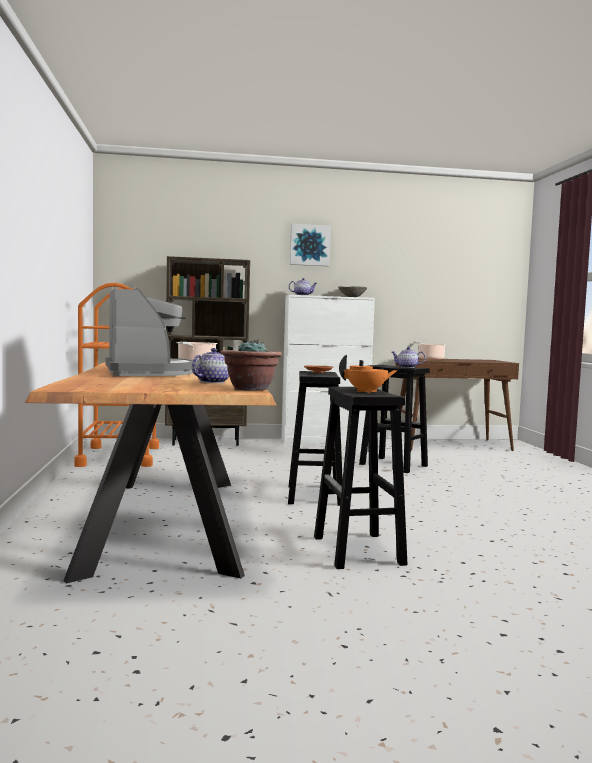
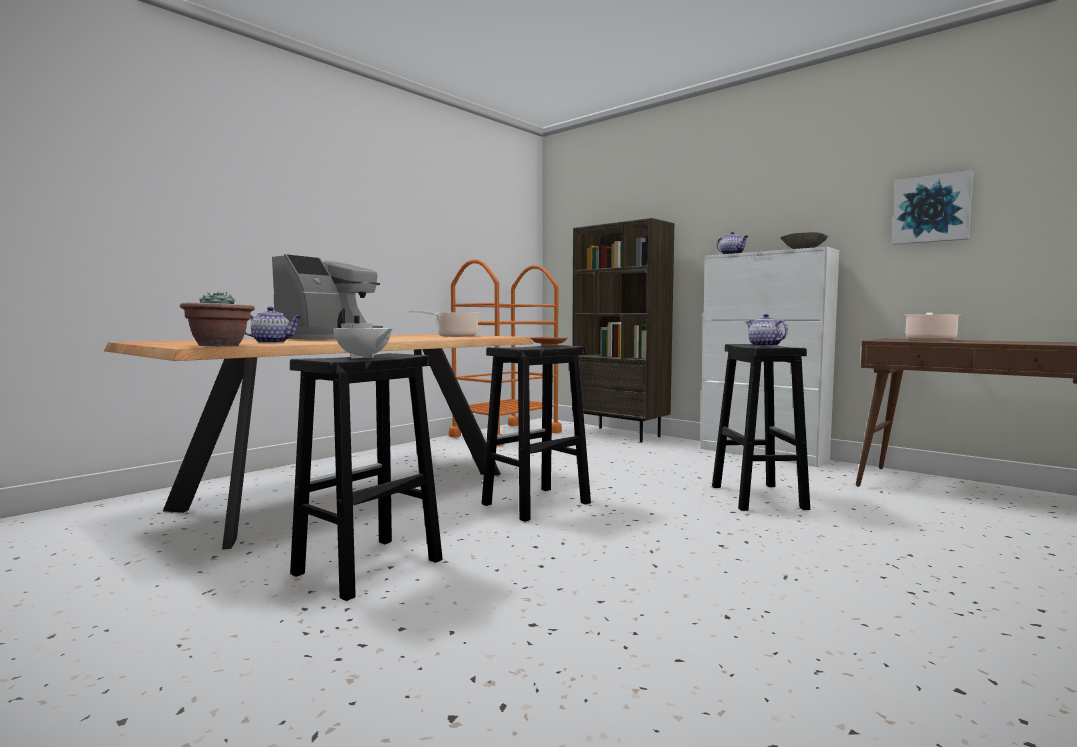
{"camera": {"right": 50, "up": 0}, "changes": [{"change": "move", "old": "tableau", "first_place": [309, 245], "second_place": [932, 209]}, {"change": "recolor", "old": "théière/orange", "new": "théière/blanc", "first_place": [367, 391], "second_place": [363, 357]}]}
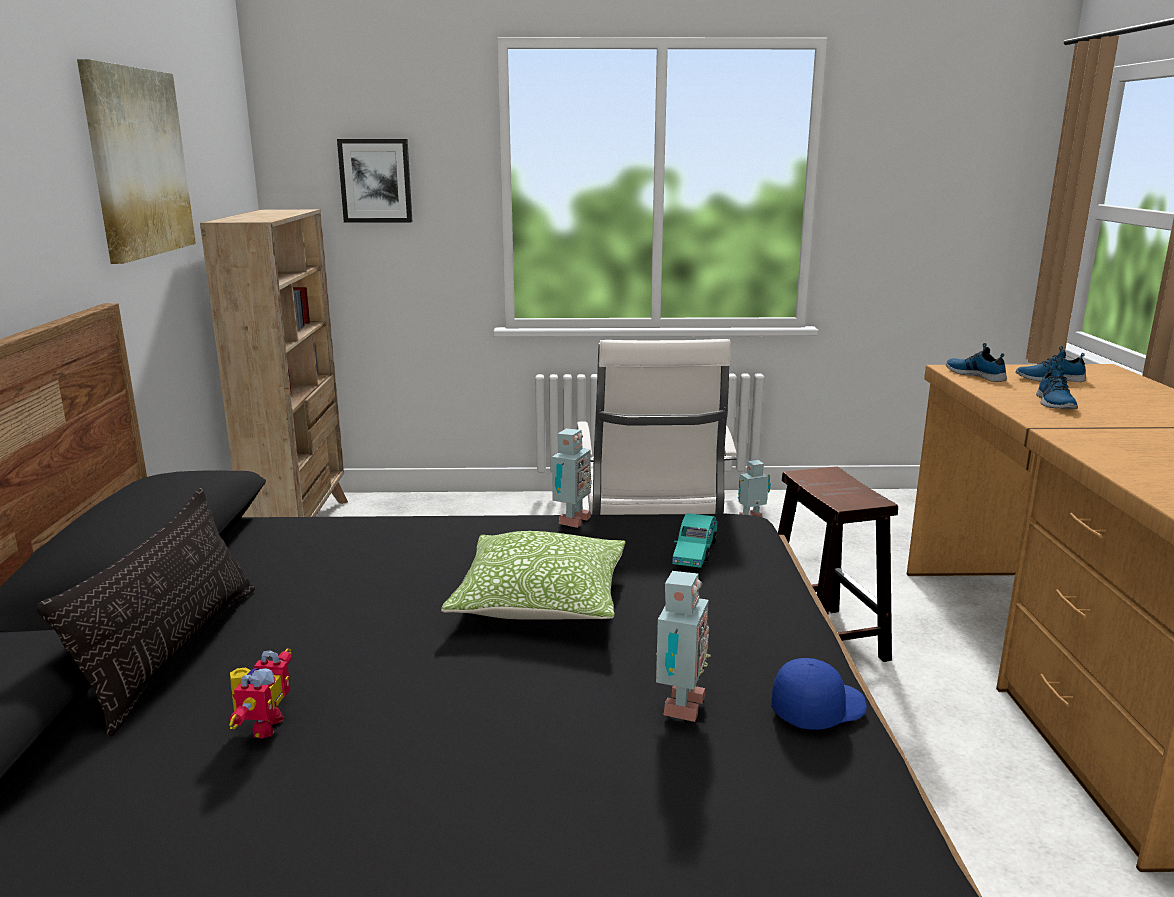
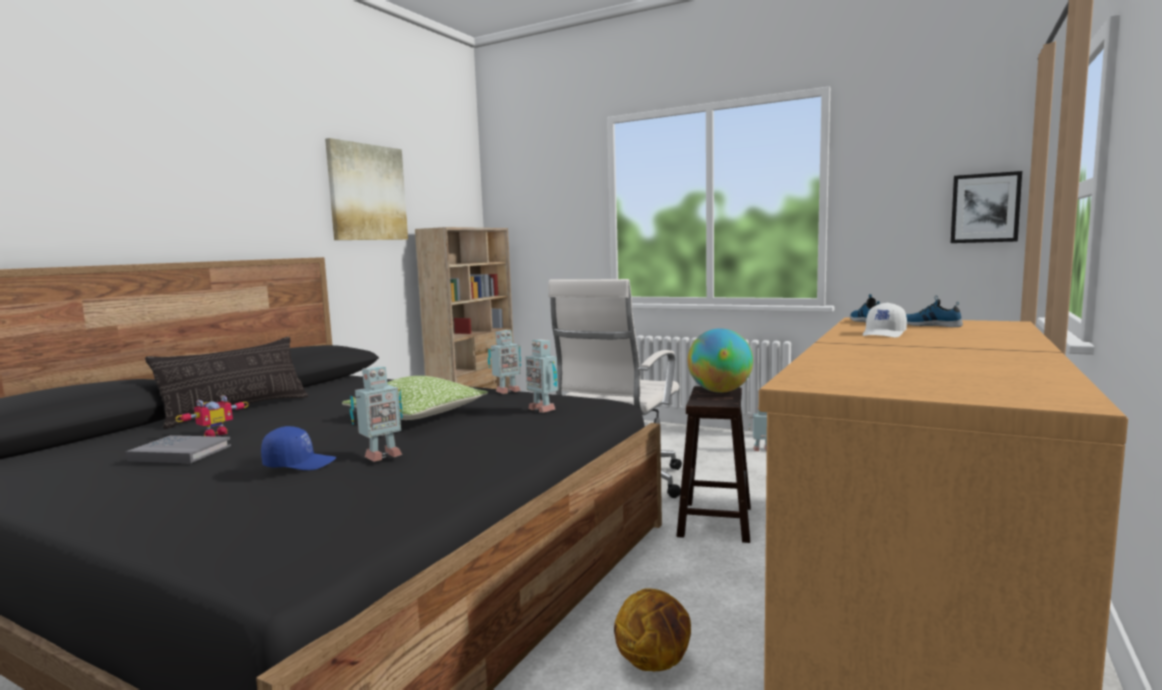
{"camera": {"right": 30, "up": -10}, "changes": [{"change": "move", "old": "tableau", "first_place": [375, 181], "second_place": [985, 208]}, {"change": "replace", "old": "chaussure", "new": "casquette/blanc", "first_place": [1054, 403], "second_place": [884, 334]}, {"change": "replace", "old": "petite voiture/turquoise", "new": "robot jouet", "first_place": [695, 552], "second_place": [543, 409]}, {"change": "move", "old": "casquette/bleu", "first_place": [817, 709], "second_place": [300, 463]}, {"change": "insert", "new": "globe", "second_place": [720, 391]}, {"change": "insert", "new": "livre/gris", "second_place": [180, 453]}, {"change": "insert", "new": "ballon de basket", "second_place": [654, 663]}]}
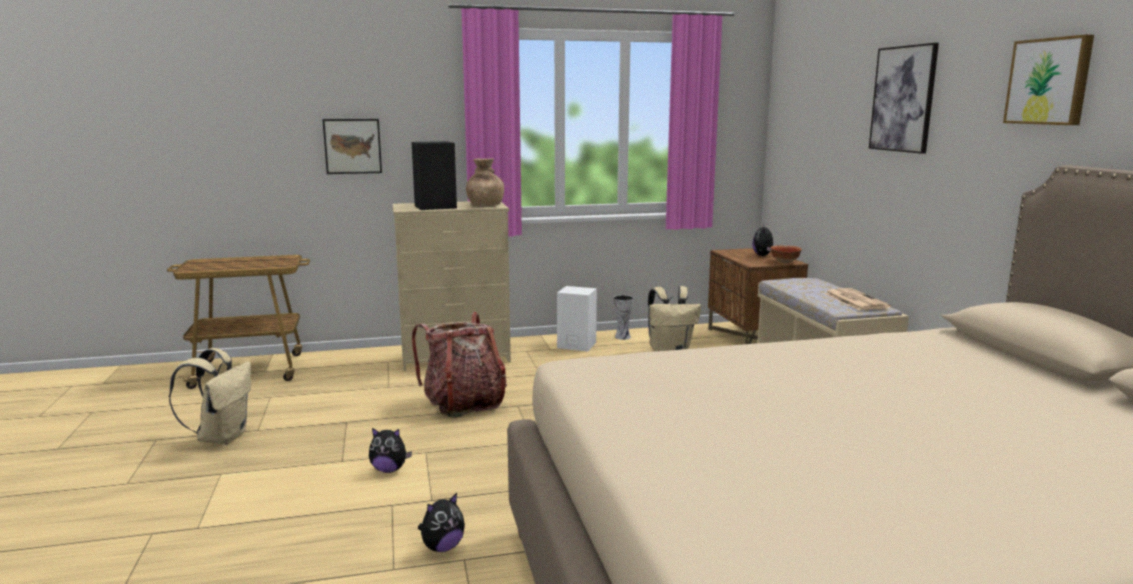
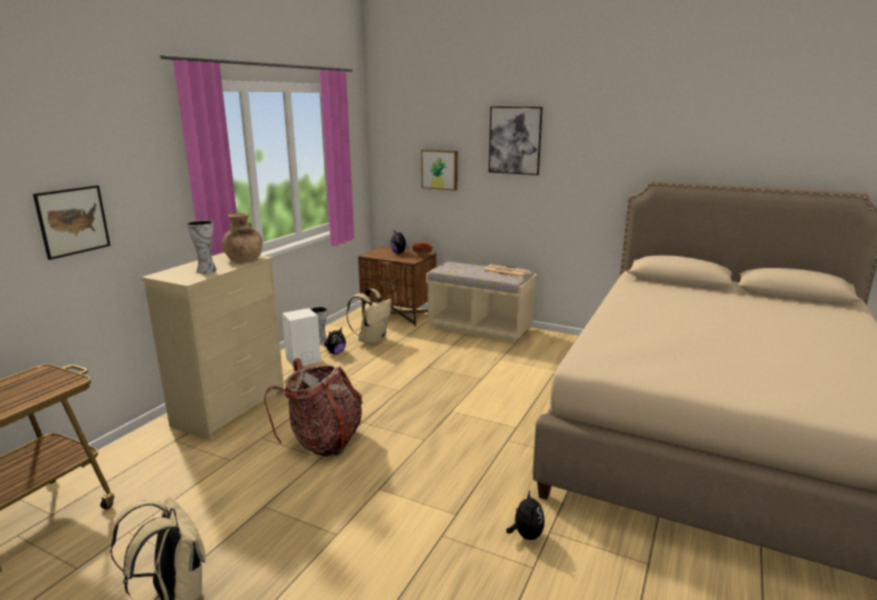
{"camera": {"right": -50, "up": 5}, "changes": [{"change": "move", "old": "tableau", "first_place": [1050, 81], "second_place": [440, 169]}, {"change": "replace", "old": "enceinte/noir", "new": "vase", "first_place": [436, 207], "second_place": [206, 270]}, {"change": "move", "old": "peluche", "first_place": [389, 470], "second_place": [335, 352]}]}
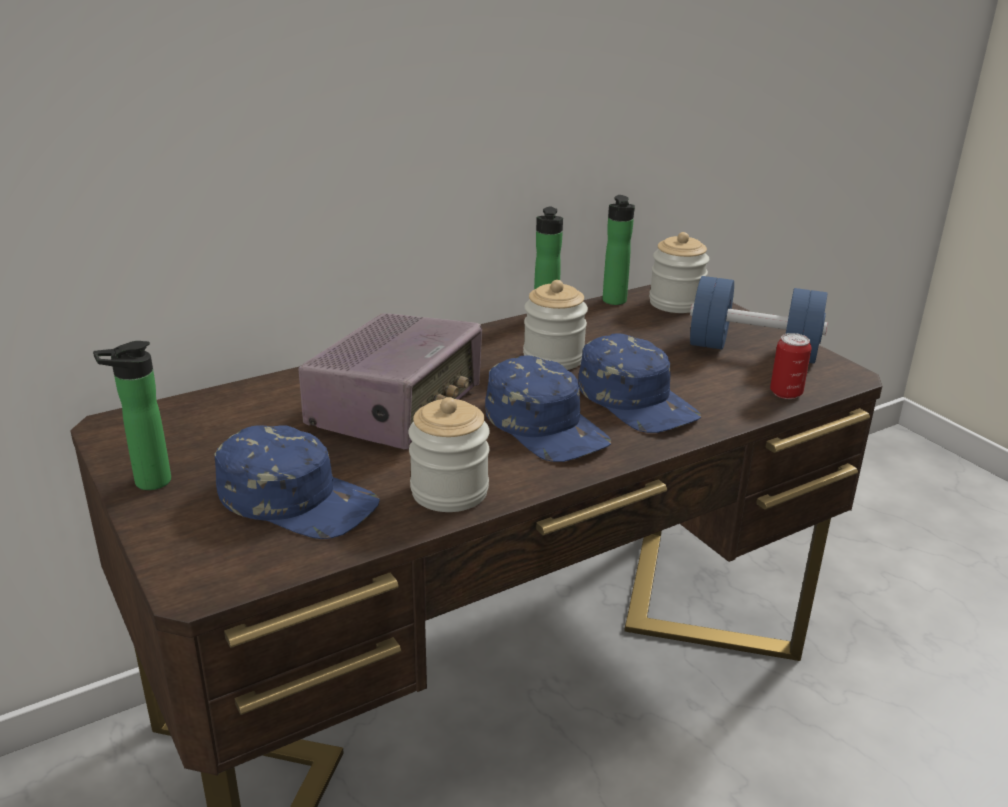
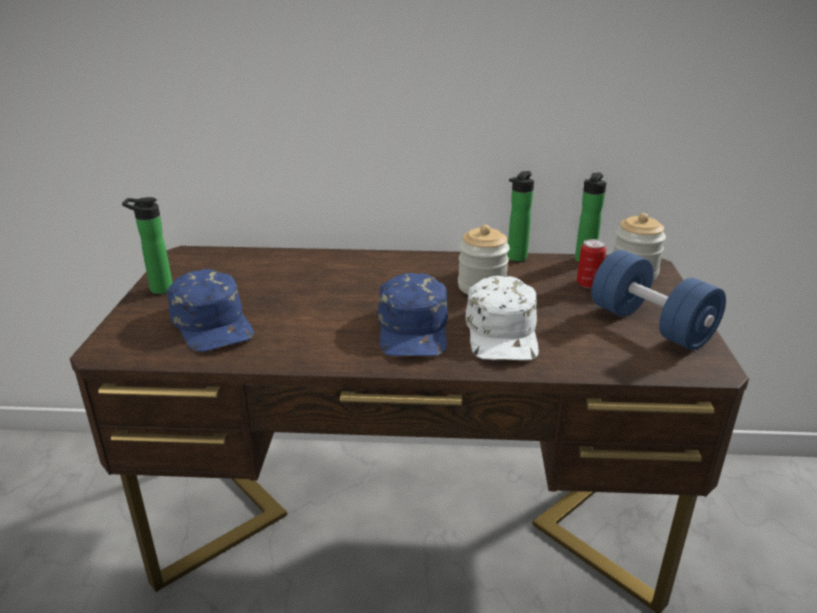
{"camera": {"right": 35, "up": 0}, "changes": [{"change": "delete", "old": "radio", "first_place": [396, 408]}, {"change": "recolor", "old": "casquette/bleu", "new": "casquette/blanc", "first_place": [637, 399], "second_place": [503, 332]}, {"change": "move", "old": "boîte métallique", "first_place": [786, 393], "second_place": [588, 284]}, {"change": "delete", "old": "bocal", "first_place": [449, 491]}]}
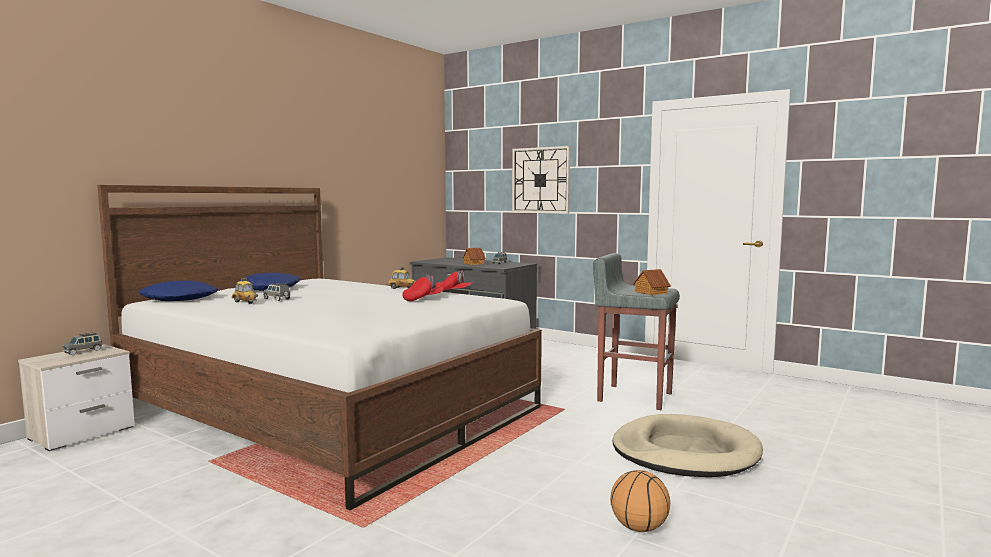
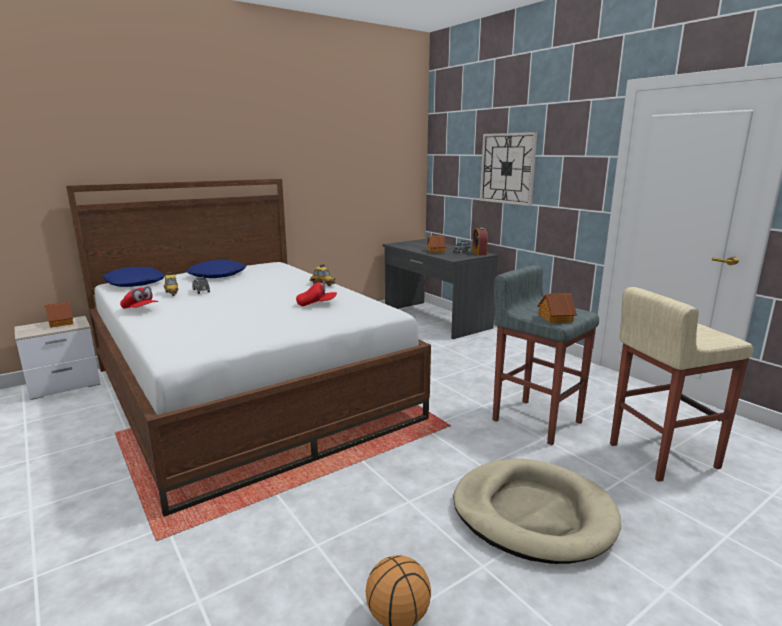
{"camera": {"right": 20, "up": 10}, "changes": [{"change": "move", "old": "casquette/rouge", "first_place": [454, 292], "second_place": [140, 309]}, {"change": "replace", "old": "petite voiture/gris", "new": "maison miniature", "first_place": [83, 351], "second_place": [61, 323]}, {"change": "insert", "new": "réveil", "second_place": [479, 253]}, {"change": "insert", "new": "tabouret/beige", "second_place": [661, 455]}]}
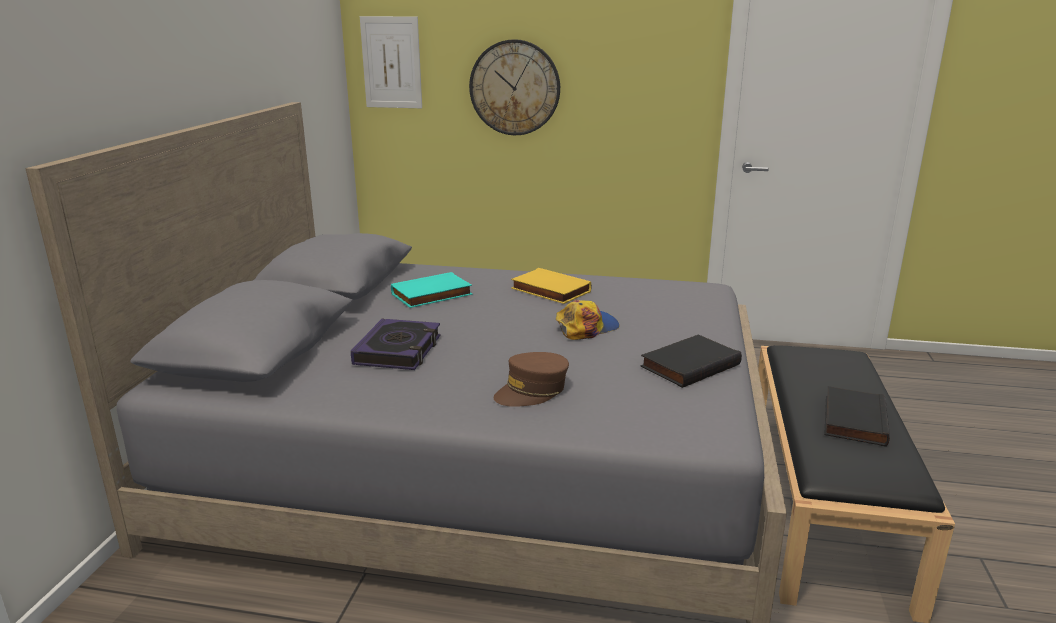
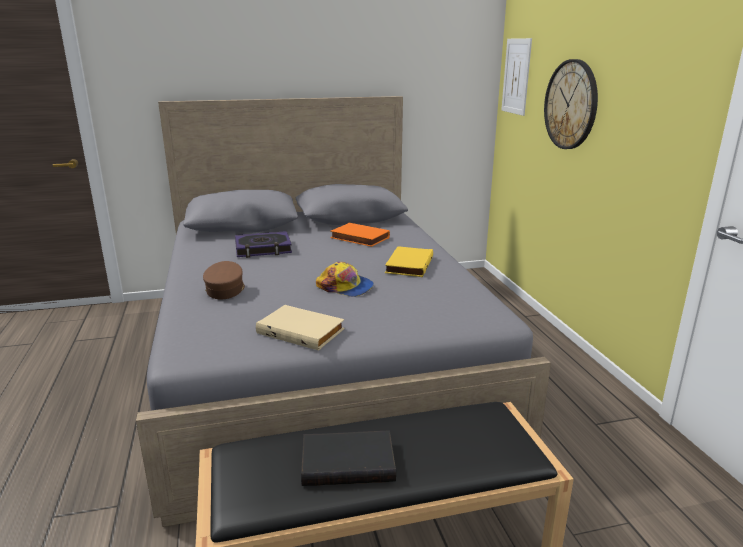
{"camera": {"right": 65, "up": 0}, "changes": [{"change": "recolor", "old": "livre/turquoise", "new": "livre/orange", "first_place": [432, 295], "second_place": [358, 238]}, {"change": "recolor", "old": "livre/noir", "new": "livre/beige", "first_place": [689, 365], "second_place": [302, 331]}, {"change": "rotate", "old": "casquette/marron", "first_place": [532, 391], "second_place": [225, 289], "degrees": 60}]}
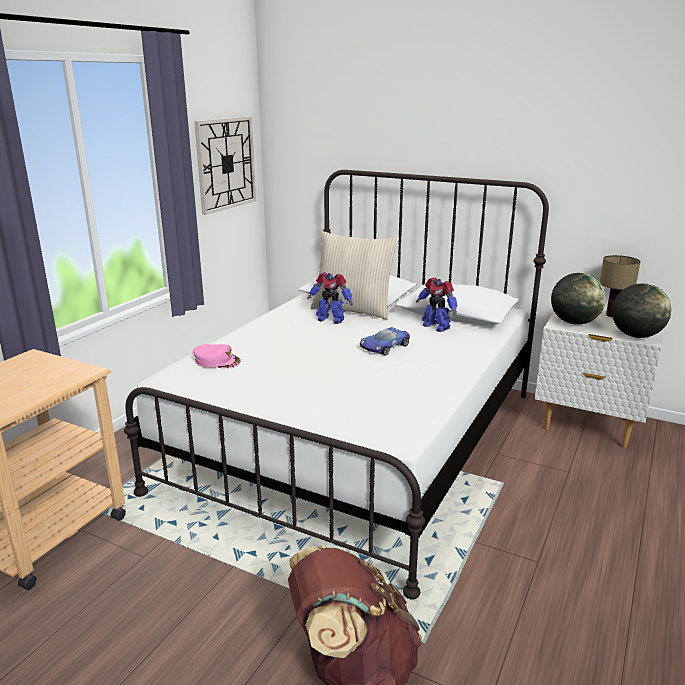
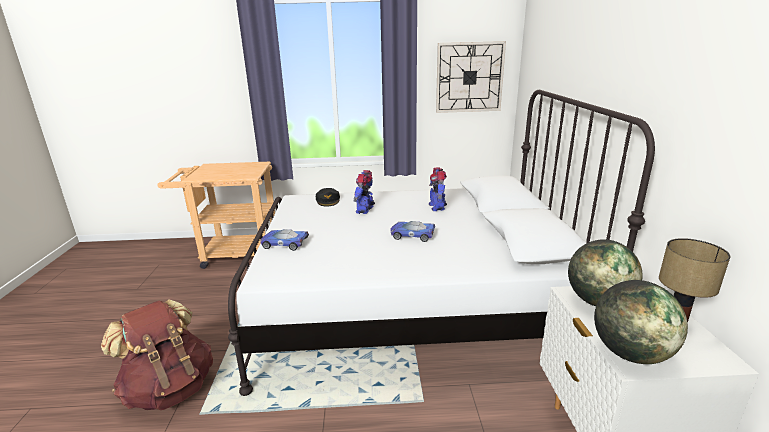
{"camera": {"right": 60, "up": 0}, "changes": [{"change": "delete", "old": "coussin/beige", "first_place": [353, 310]}, {"change": "move", "old": "robot jouet", "first_place": [436, 326], "second_place": [365, 210]}, {"change": "recolor", "old": "casquette/rose", "new": "casquette/noir", "first_place": [217, 361], "second_place": [328, 200]}, {"change": "insert", "new": "petite voiture", "second_place": [284, 243]}]}
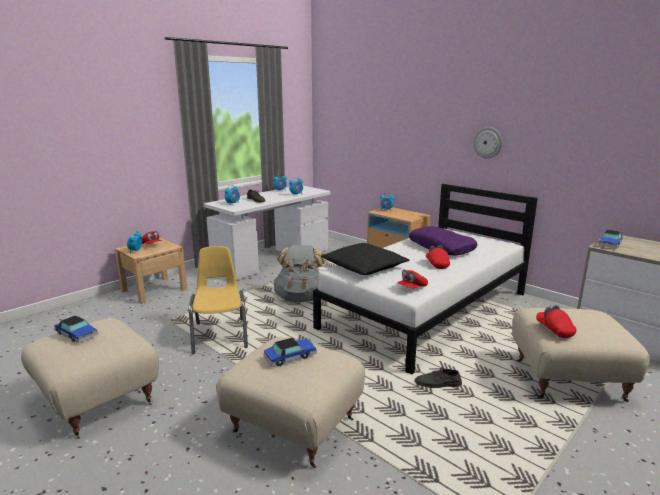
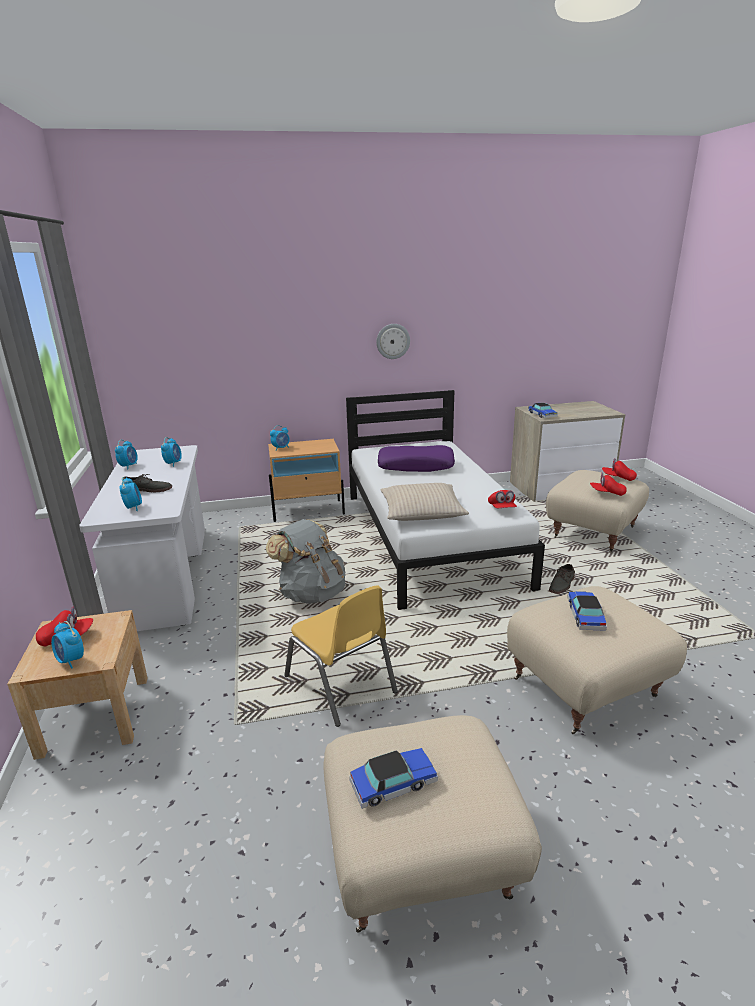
{"camera": {"right": -55, "up": 5}, "changes": [{"change": "recolor", "old": "coussin/noir", "new": "coussin/beige", "first_place": [364, 267], "second_place": [421, 512]}, {"change": "move", "old": "casquette/rouge", "first_place": [437, 264], "second_place": [618, 478]}, {"change": "rotate", "old": "chaise/jaune", "first_place": [220, 335], "second_place": [341, 684], "degrees": -150}]}
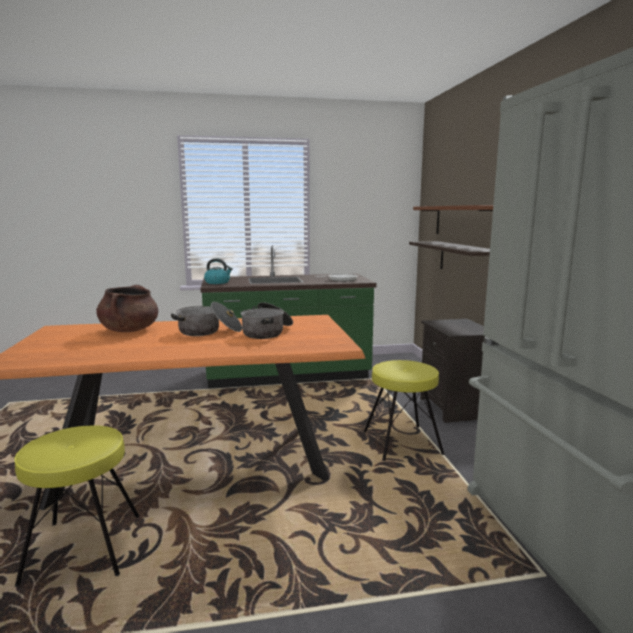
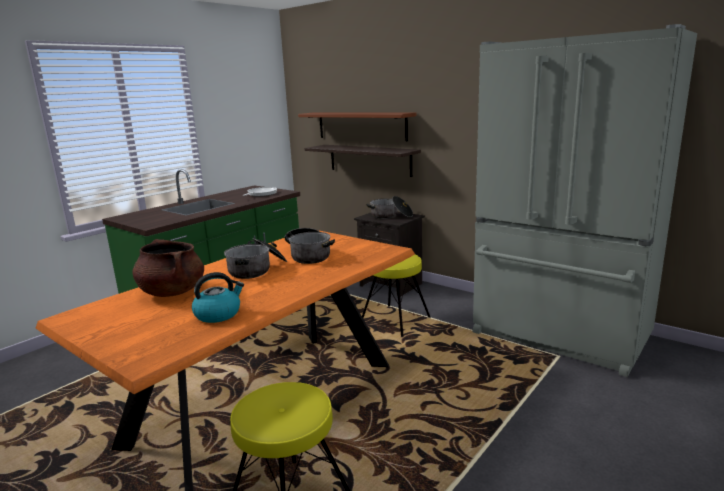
{"camera": {"right": -40, "up": 5}, "changes": [{"change": "move", "old": "bouilloire", "first_place": [218, 282], "second_place": [218, 314]}, {"change": "insert", "new": "marmite", "second_place": [391, 216]}]}
